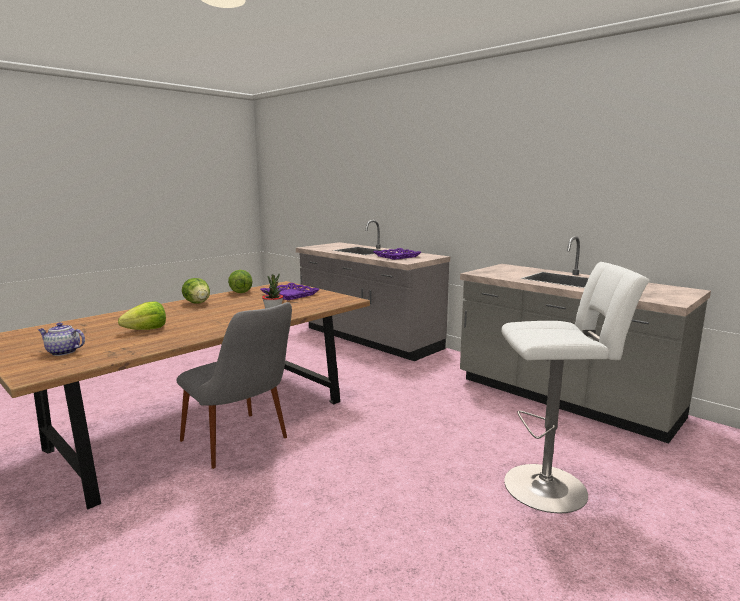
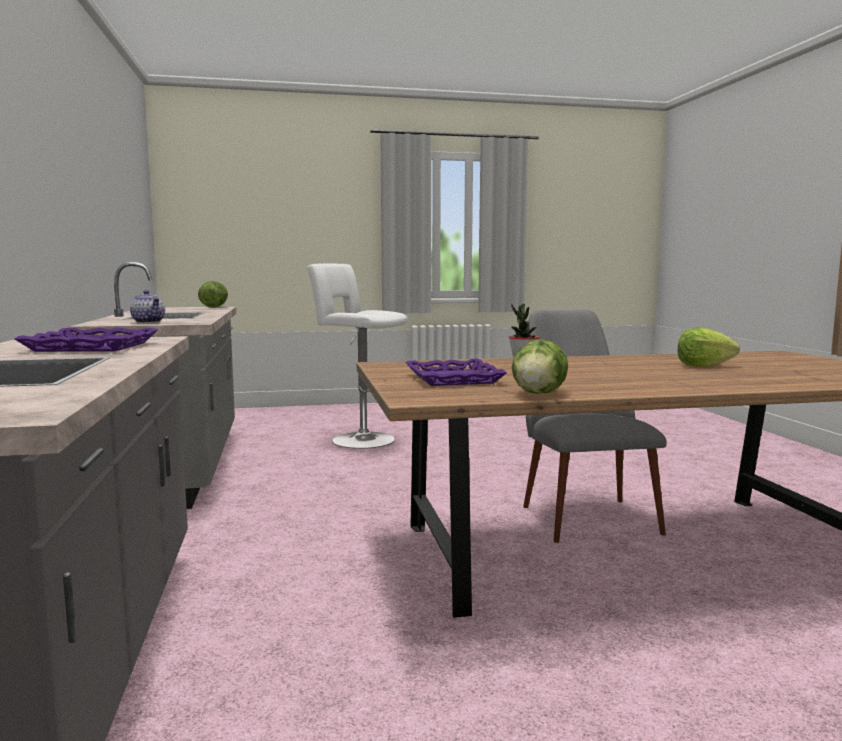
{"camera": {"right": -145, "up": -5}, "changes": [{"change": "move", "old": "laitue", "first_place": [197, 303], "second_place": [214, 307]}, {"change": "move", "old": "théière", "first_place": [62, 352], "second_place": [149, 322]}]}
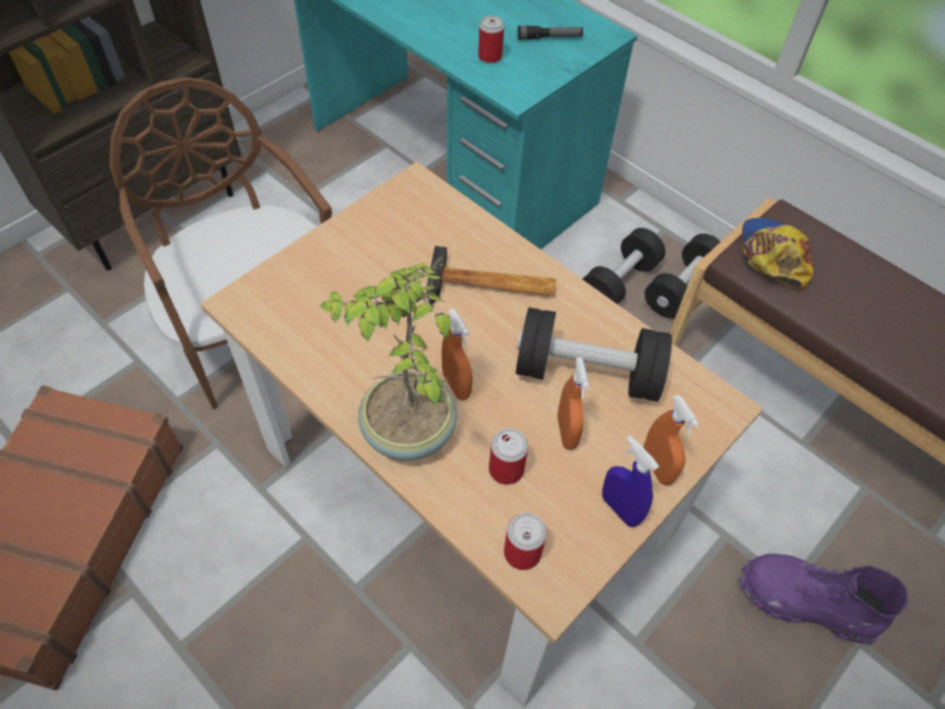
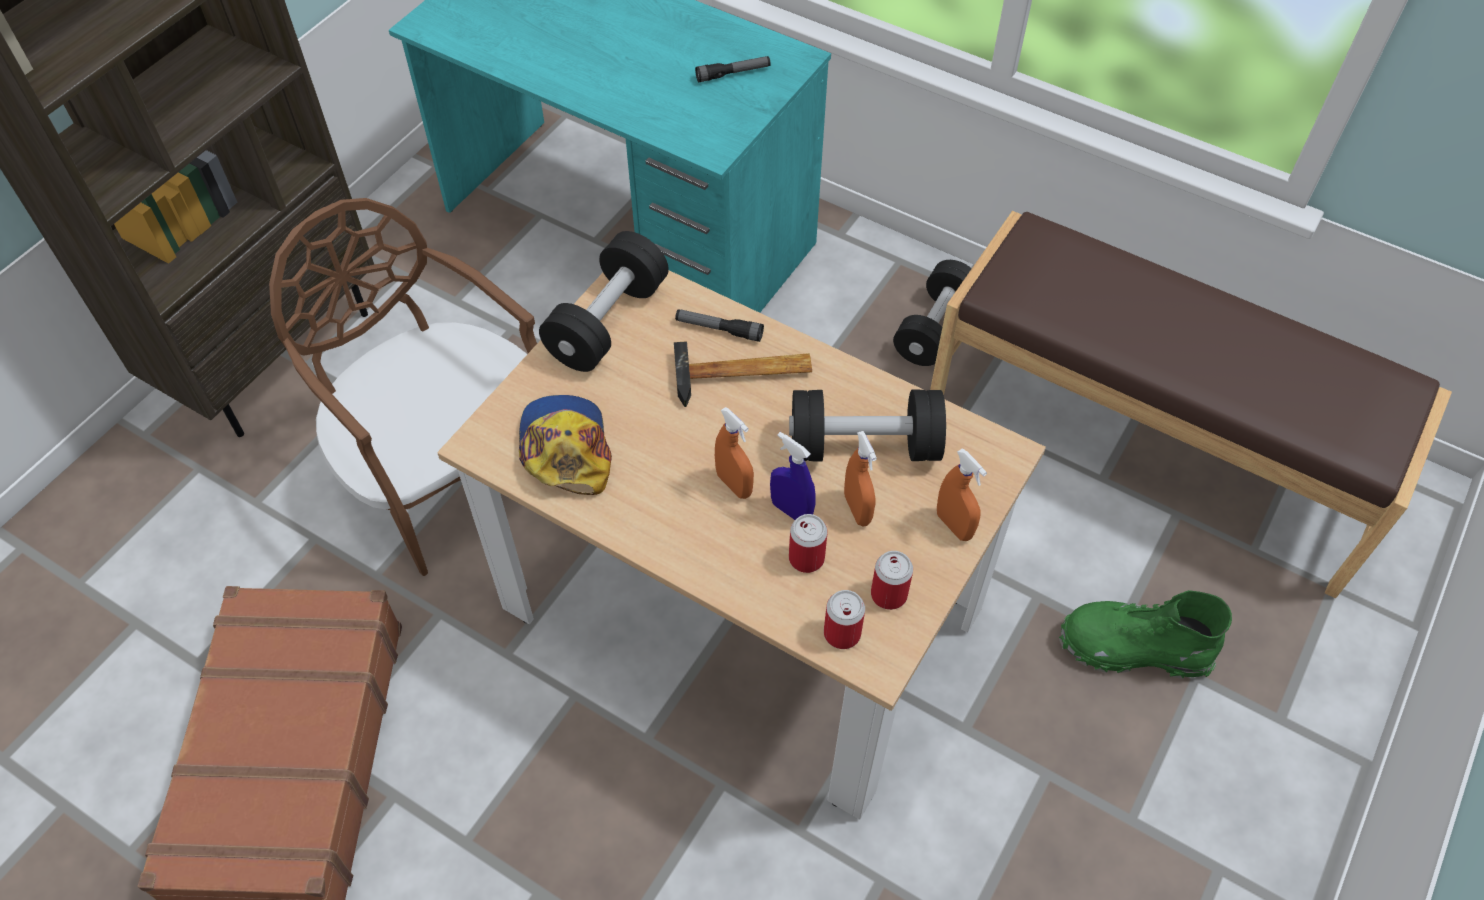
{"camera": {"right": -10, "up": 0}, "changes": [{"change": "move", "old": "boîte métallique", "first_place": [490, 57], "second_place": [889, 594]}, {"change": "move", "old": "casquette", "first_place": [772, 255], "second_place": [566, 448]}, {"change": "move", "old": "haltère/noir", "first_place": [619, 282], "second_place": [608, 322]}, {"change": "delete", "old": "plante en pot", "first_place": [406, 432]}, {"change": "move", "old": "vaporisateur/bleu", "first_place": [620, 509], "second_place": [791, 511]}, {"change": "recolor", "old": "botte/violet", "new": "botte/vert", "first_place": [804, 602], "second_place": [1133, 648]}, {"change": "insert", "new": "lampe de poche", "second_place": [719, 329]}]}
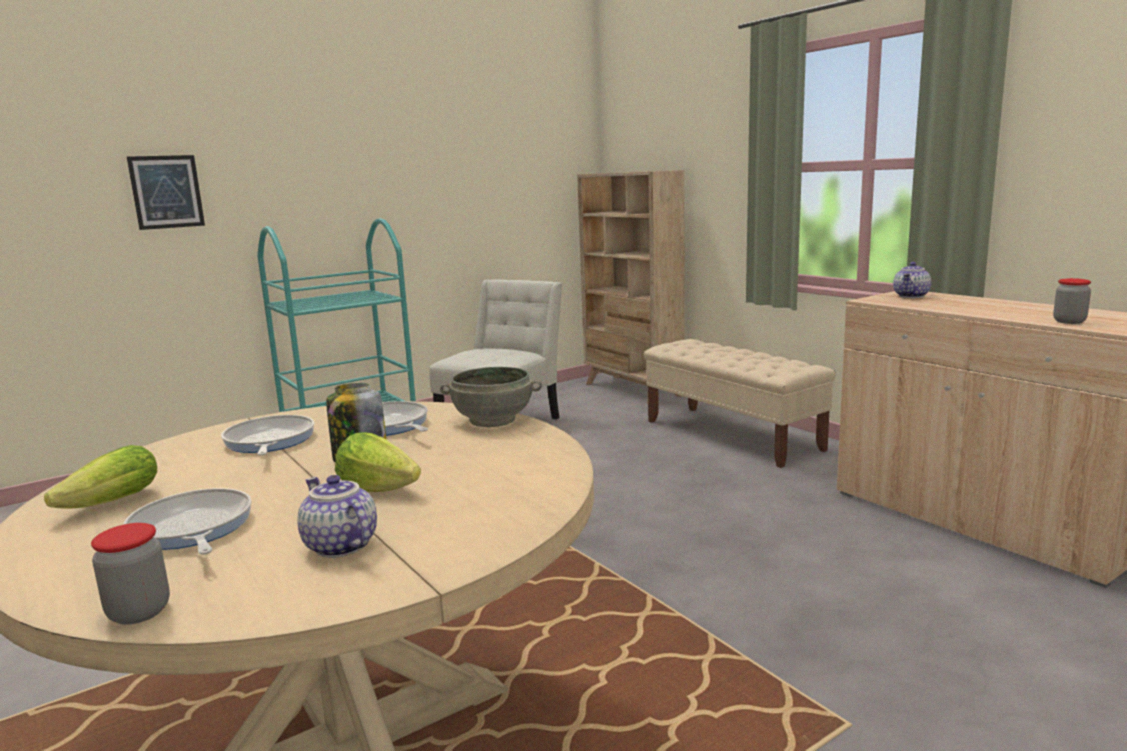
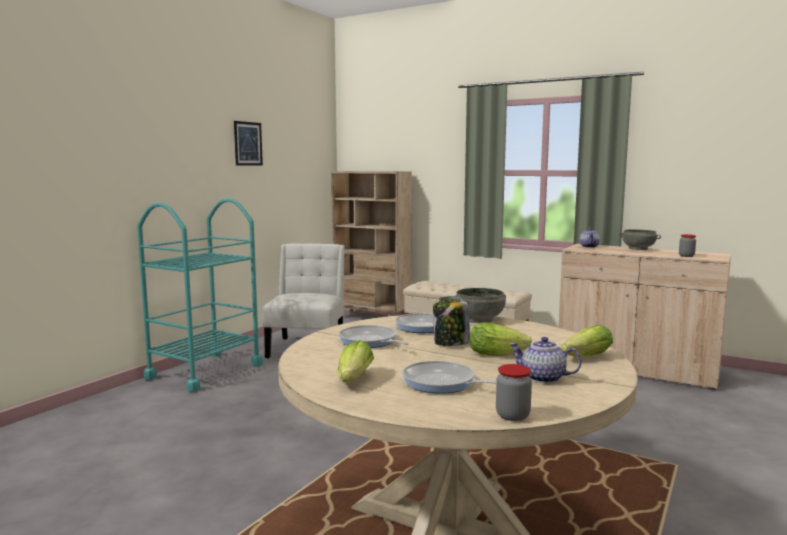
{"camera": {"right": -25, "up": -5}, "changes": [{"change": "move", "old": "tableau", "first_place": [166, 192], "second_place": [248, 143]}, {"change": "insert", "new": "bol/gris", "second_place": [638, 248]}, {"change": "insert", "new": "laitue", "second_place": [584, 358]}]}
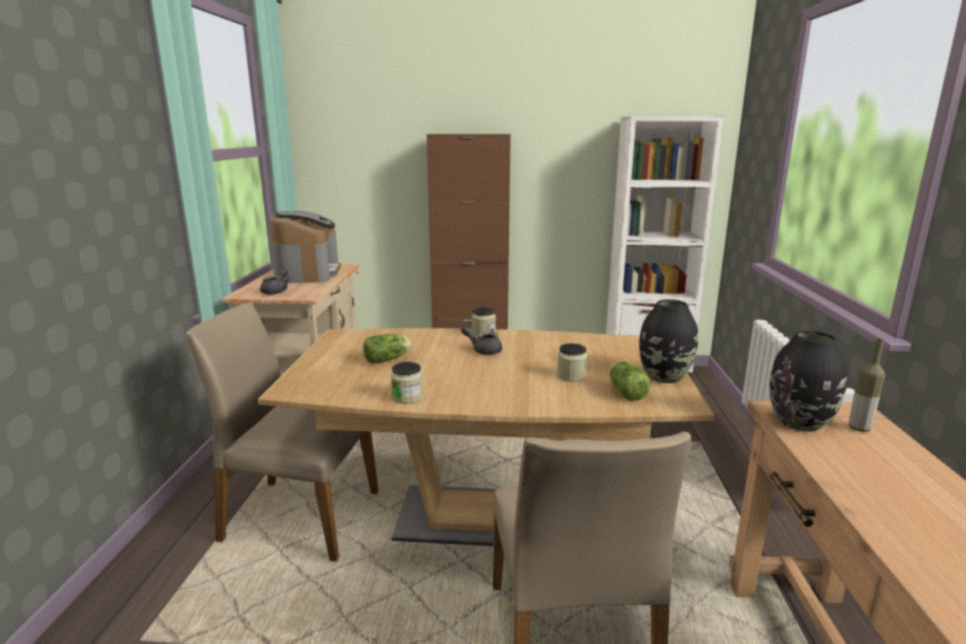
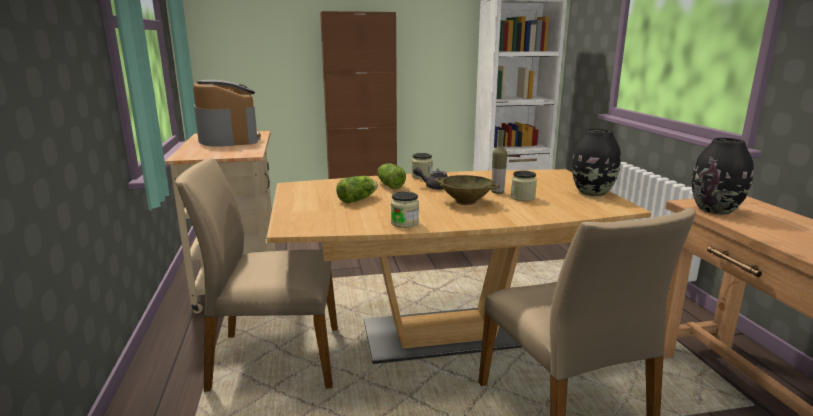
{"camera": {"right": -15, "up": 0}, "changes": [{"change": "delete", "old": "théière/gris", "first_place": [276, 291]}, {"change": "move", "old": "bouteille", "first_place": [859, 428], "second_place": [497, 192]}, {"change": "move", "old": "laitue", "first_place": [626, 391], "second_place": [389, 185]}, {"change": "insert", "new": "bol/beige", "second_place": [466, 202]}]}
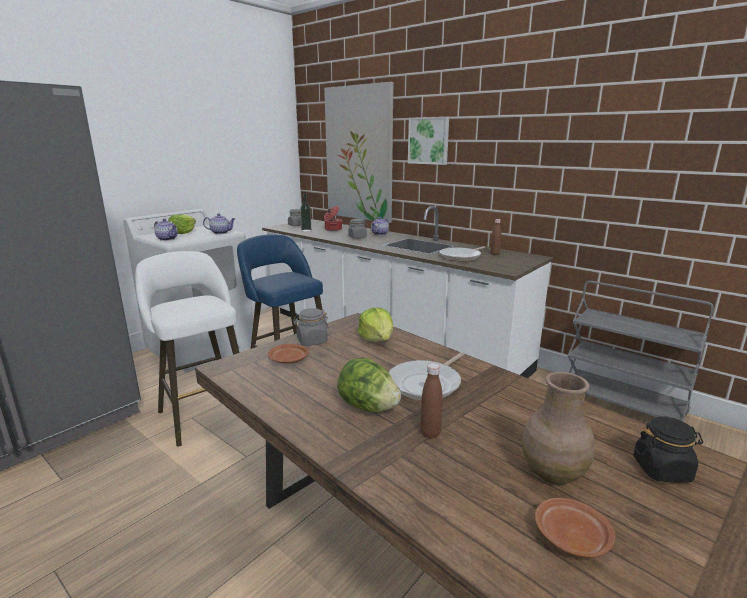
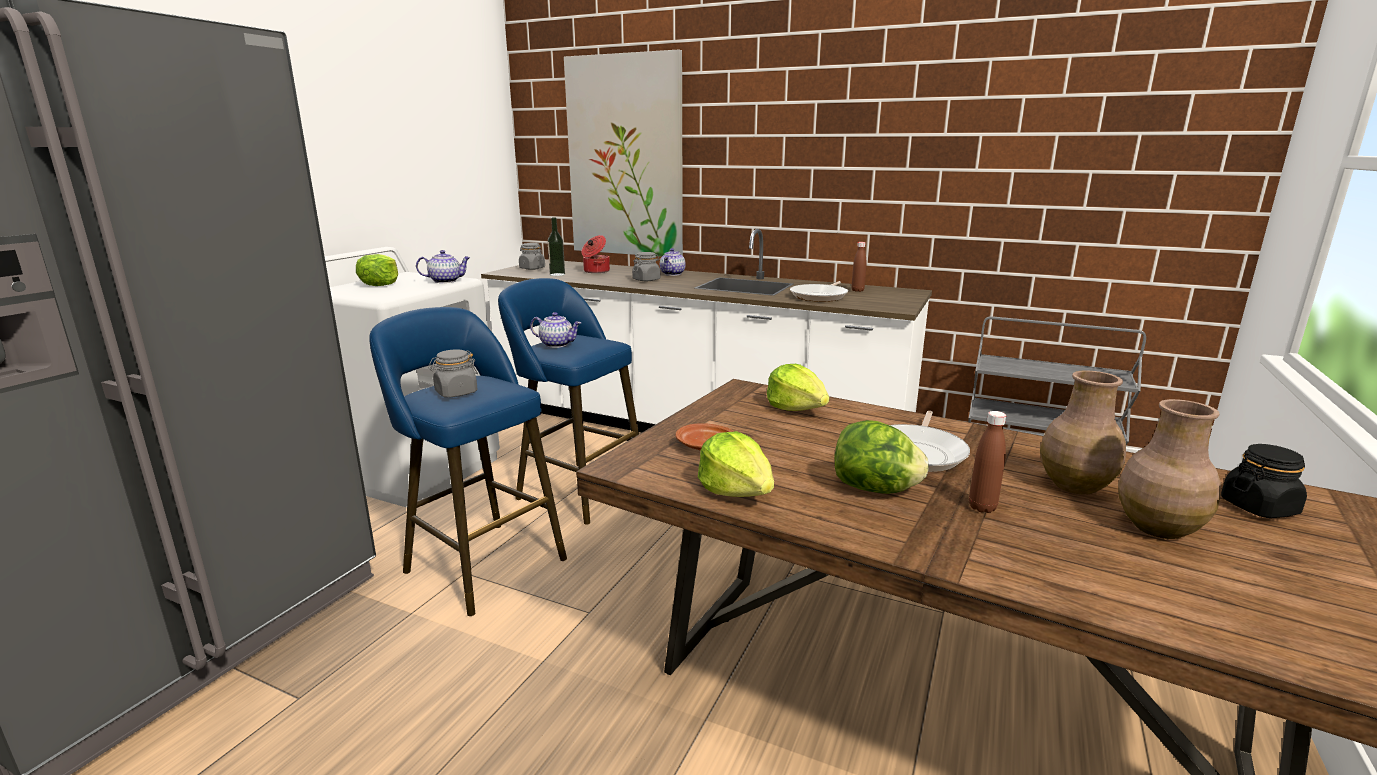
{"camera": {"right": -15, "up": 0}, "changes": [{"change": "delete", "old": "tableau", "first_place": [429, 141]}, {"change": "move", "old": "théière", "first_place": [168, 239], "second_place": [557, 344]}, {"change": "recolor", "old": "tabouret/blanc", "new": "tabouret/bleu", "first_place": [203, 412], "second_place": [480, 562]}, {"change": "move", "old": "bocal/gris", "first_place": [312, 341], "second_place": [456, 393]}, {"change": "delete", "old": "assiette/marron", "first_place": [570, 537]}, {"change": "insert", "new": "vase/marron", "second_place": [1076, 486]}, {"change": "insert", "new": "laitue", "second_place": [736, 490]}]}
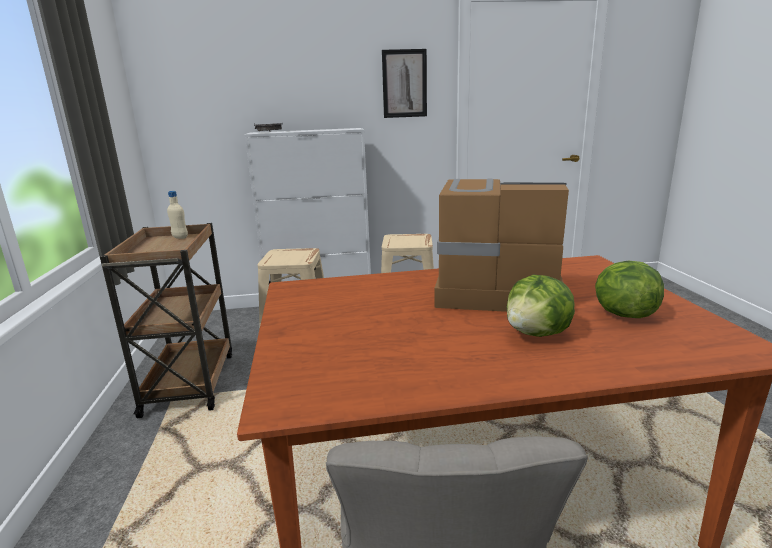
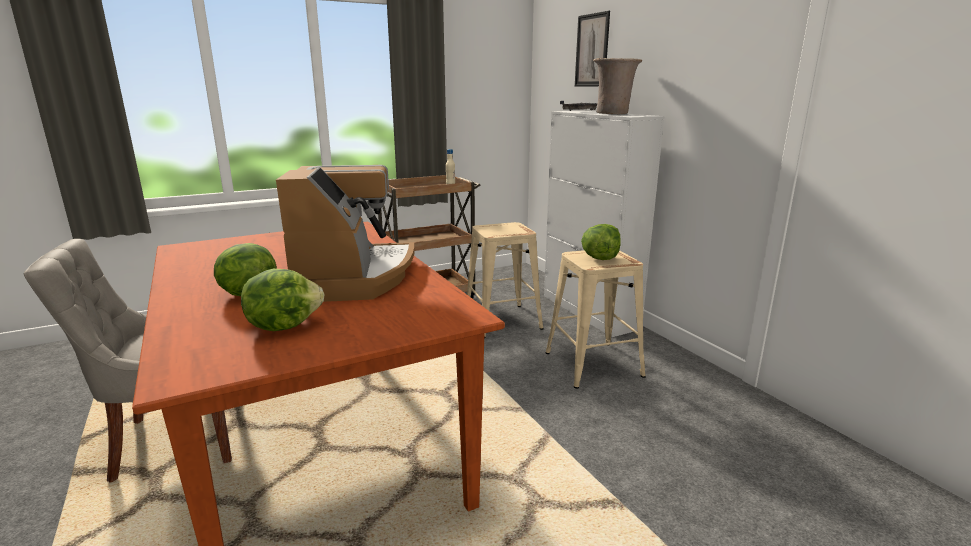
{"camera": {"right": 70, "up": 0}, "changes": [{"change": "move", "old": "tableau", "first_place": [404, 84], "second_place": [592, 50]}, {"change": "insert", "new": "vase/beige", "second_place": [613, 113]}, {"change": "insert", "new": "laitue", "second_place": [600, 258]}]}
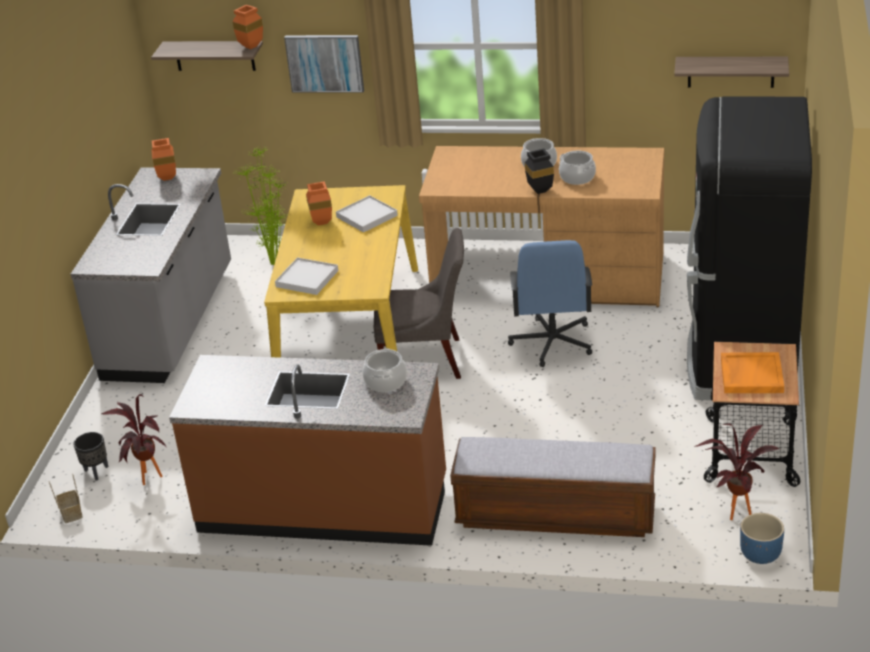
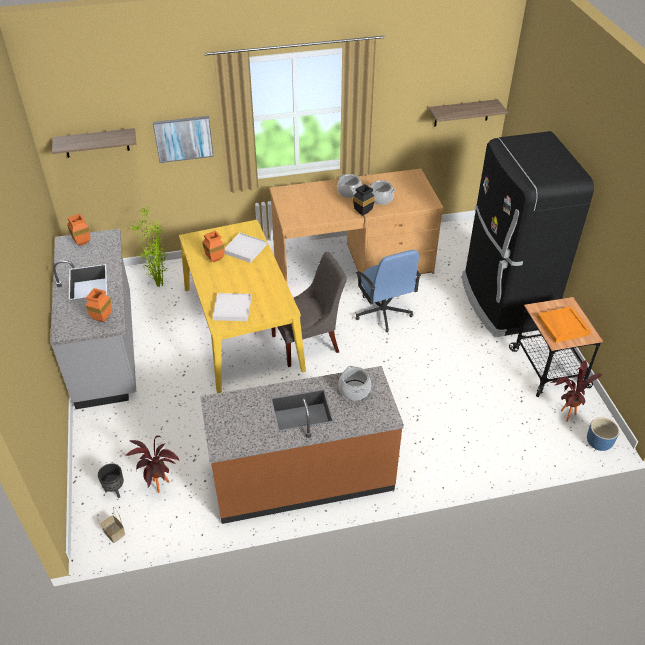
{"camera": {"right": -25, "up": 10}, "changes": [{"change": "move", "old": "vase/orange", "first_place": [250, 47], "second_place": [102, 320]}, {"change": "delete", "old": "banc", "first_place": [555, 515]}]}
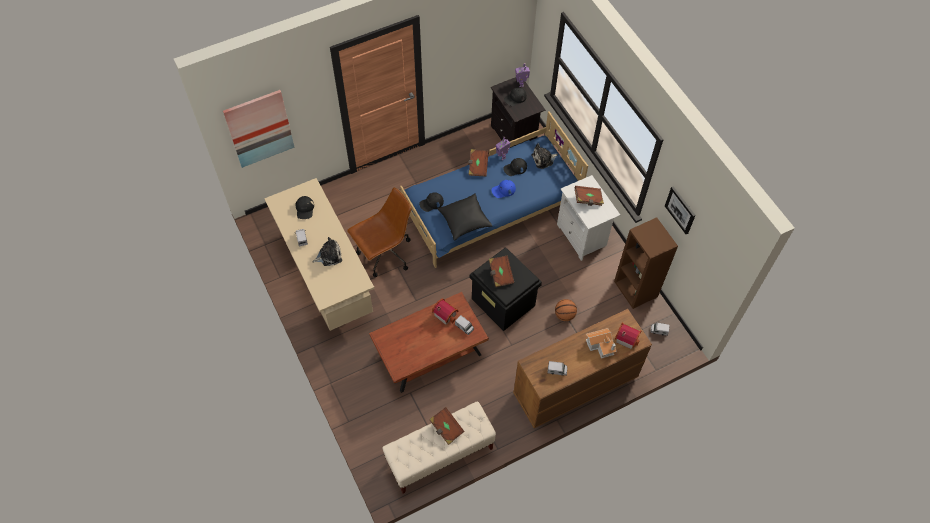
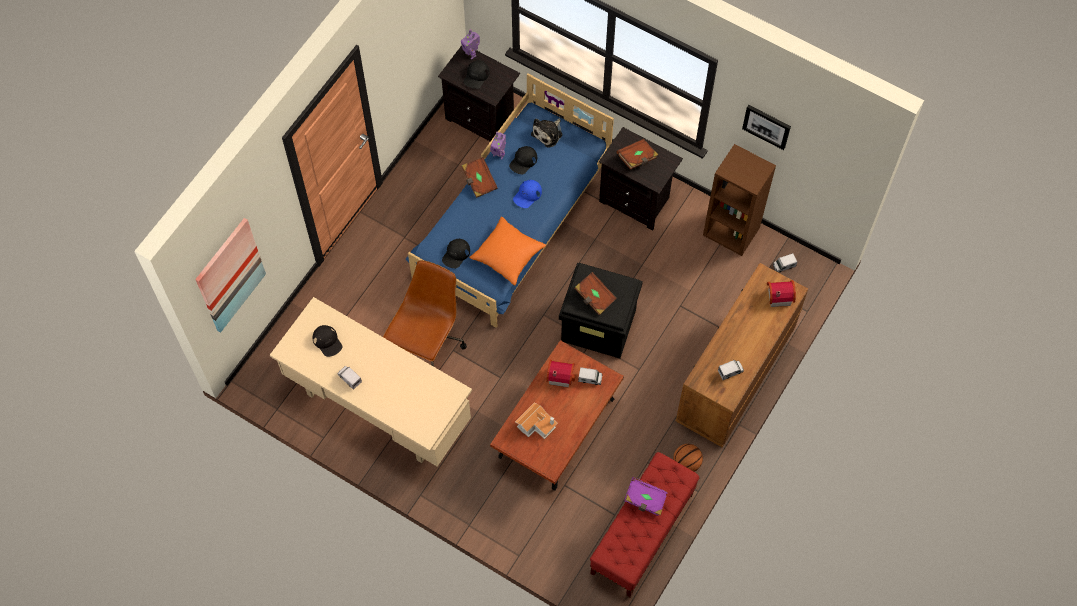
{"camera": {"right": -30, "up": 5}, "changes": [{"change": "recolor", "old": "table de chevet/blanc", "new": "table de chevet/noir", "first_place": [583, 236], "second_place": [637, 200]}, {"change": "recolor", "old": "coussin/noir", "new": "coussin/orange", "first_place": [464, 221], "second_place": [508, 255]}, {"change": "delete", "old": "peluche", "first_place": [329, 255]}, {"change": "move", "old": "ballon de basket", "first_place": [564, 315], "second_place": [686, 463]}, {"change": "move", "old": "maison miniature", "first_place": [601, 345], "second_place": [537, 424]}, {"change": "recolor", "old": "banc/beige", "new": "banc/rouge", "first_place": [439, 455], "second_place": [642, 534]}, {"change": "recolor", "old": "livre/marron", "new": "livre/violet", "first_place": [446, 428], "second_place": [645, 500]}]}
